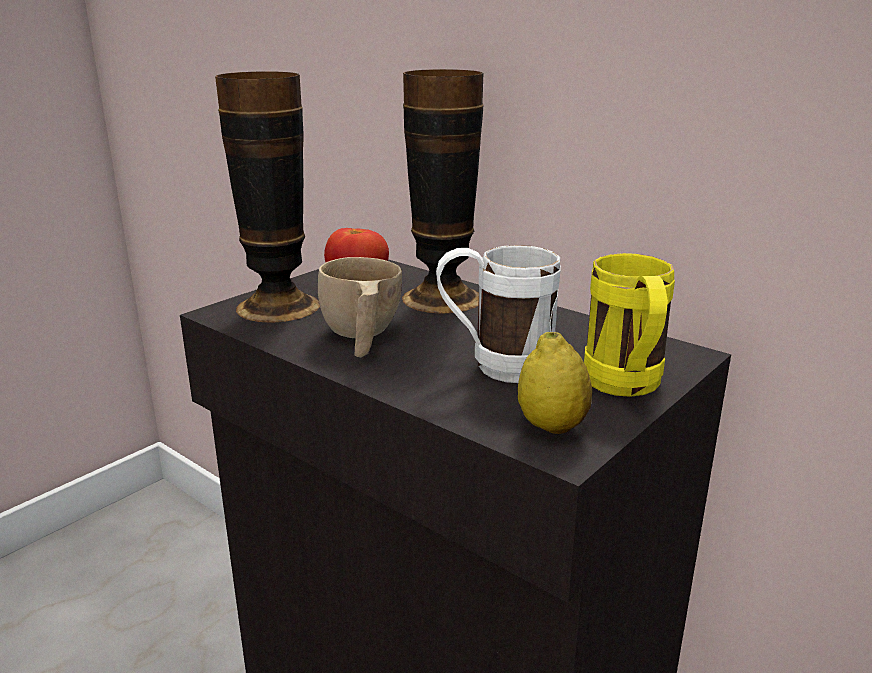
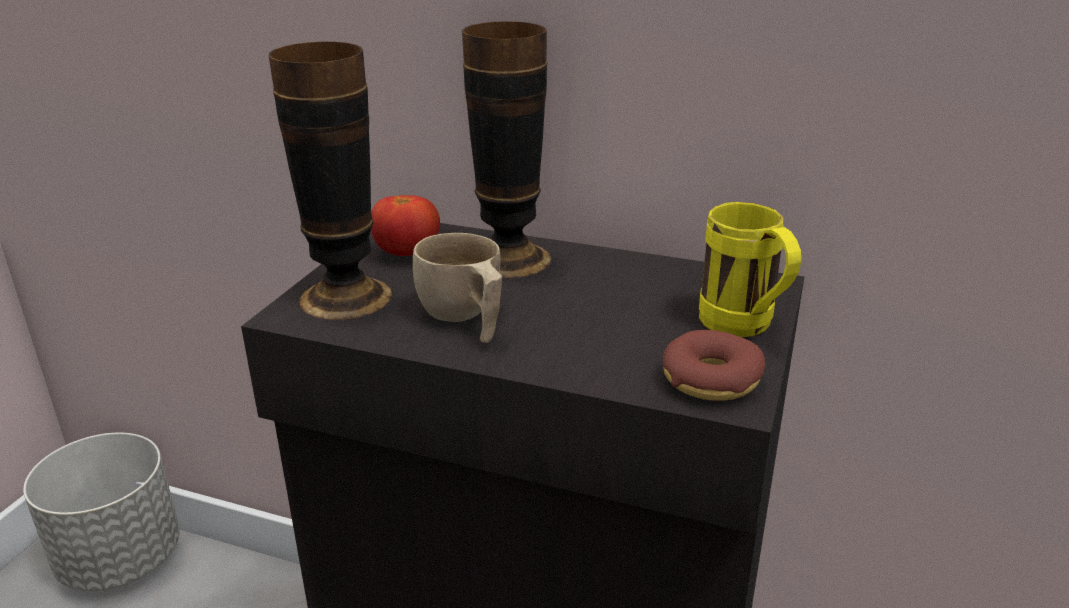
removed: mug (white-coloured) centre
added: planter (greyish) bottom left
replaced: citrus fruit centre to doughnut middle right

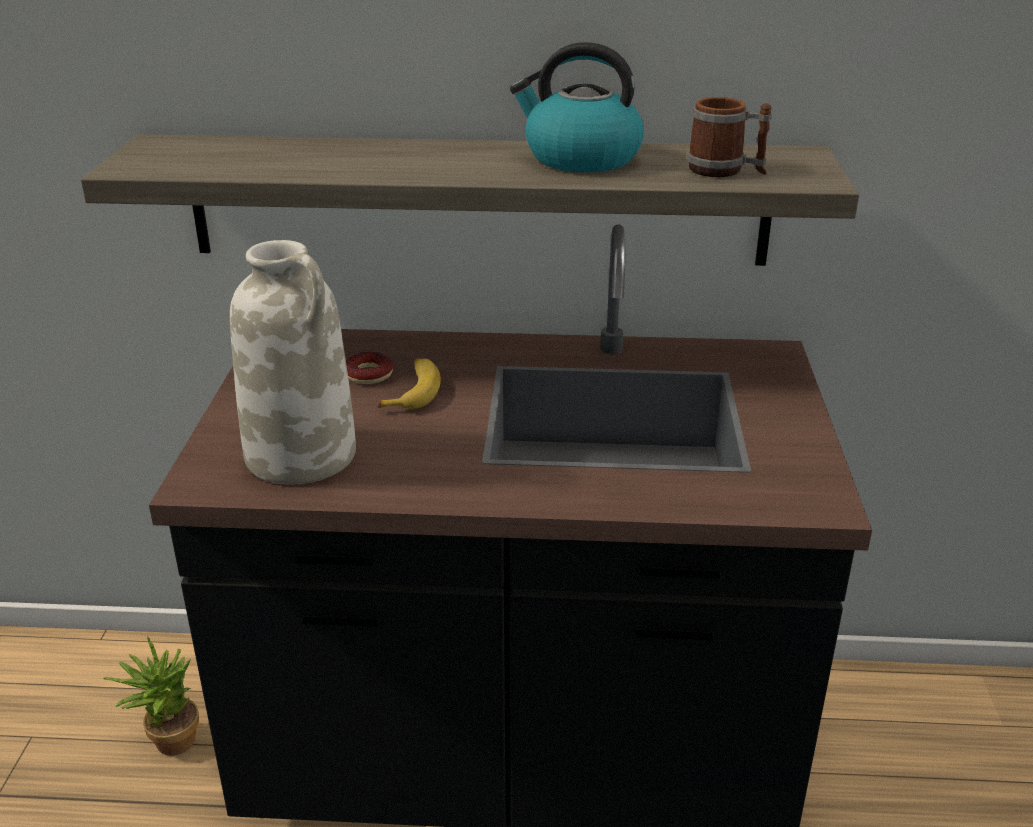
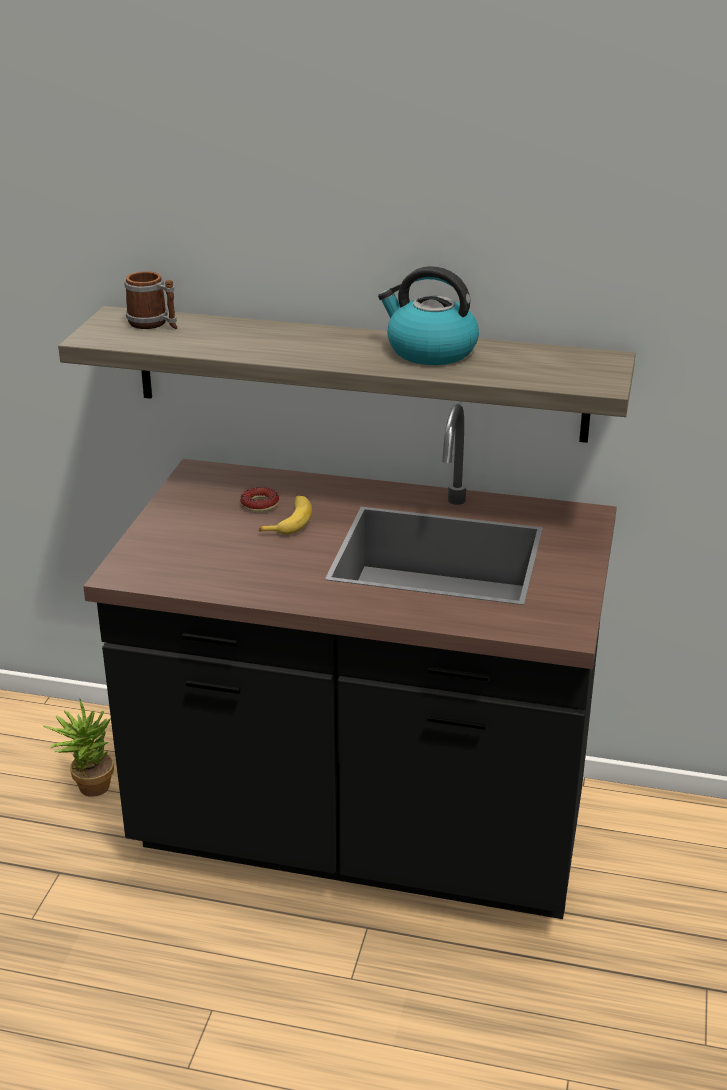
removed: vase (white-coloured) middle left
moved: mug top right to top left

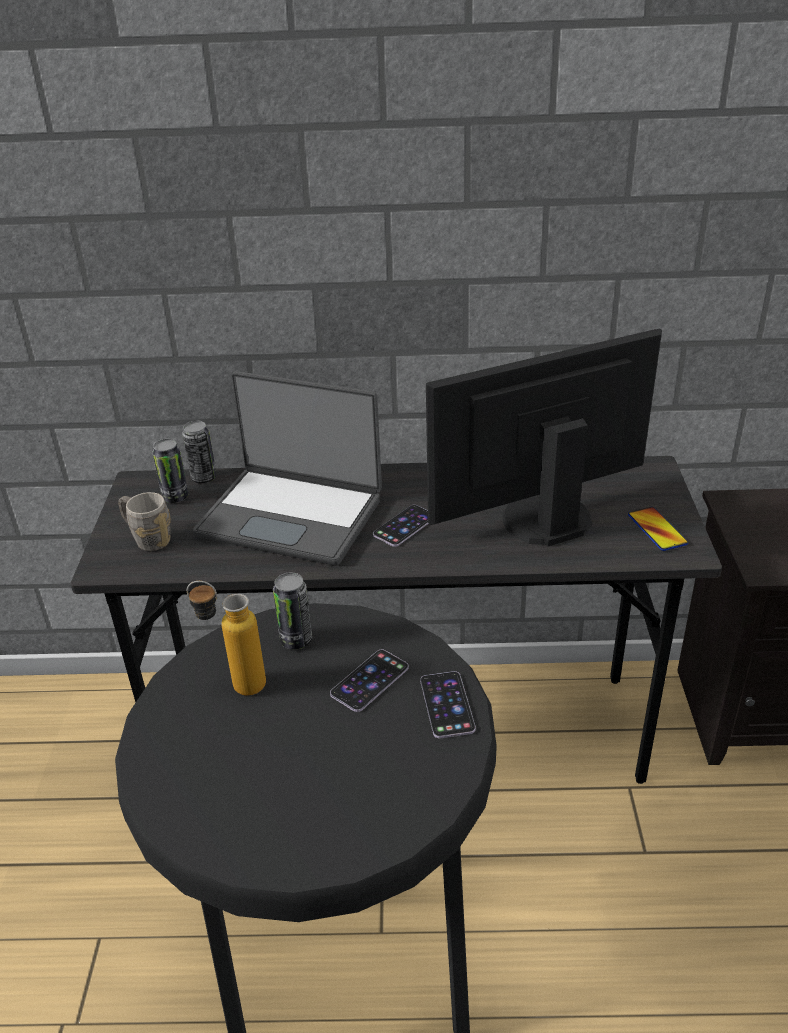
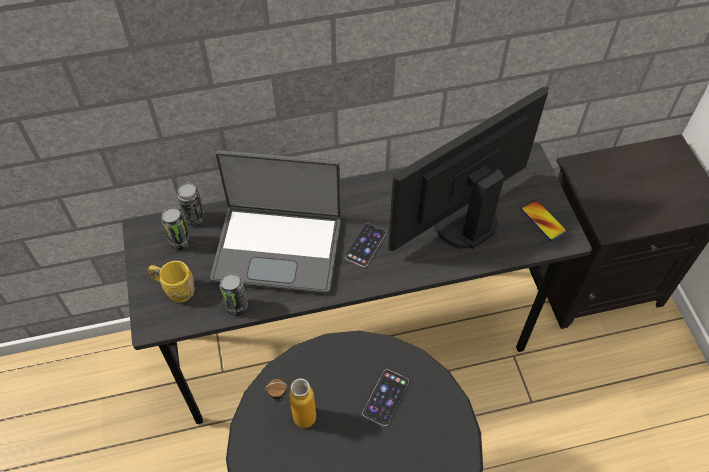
removed: phone (3rd from left) bottom centre
moved: sealed can (3rd from left) centre to middle left
recoloured: mug (greyish) middle left to mug (yellowish) middle left

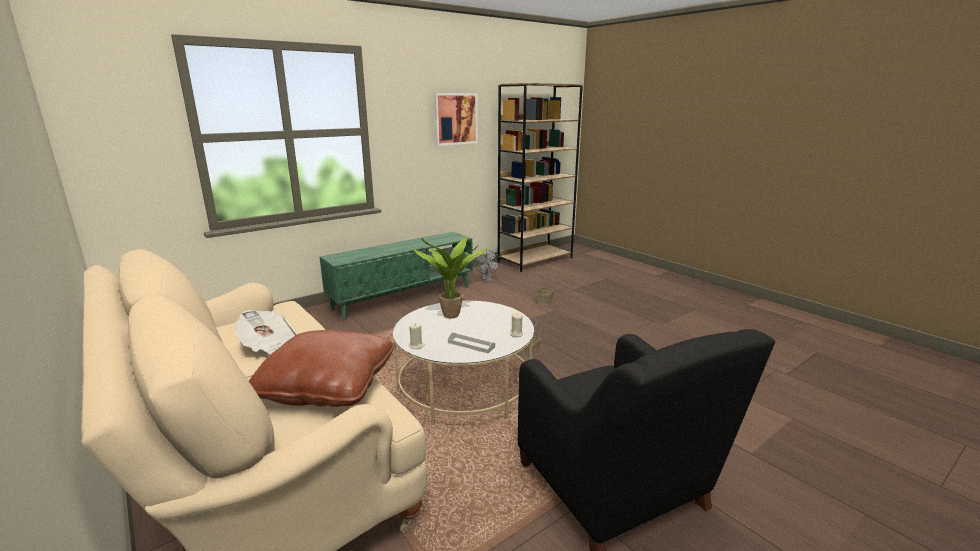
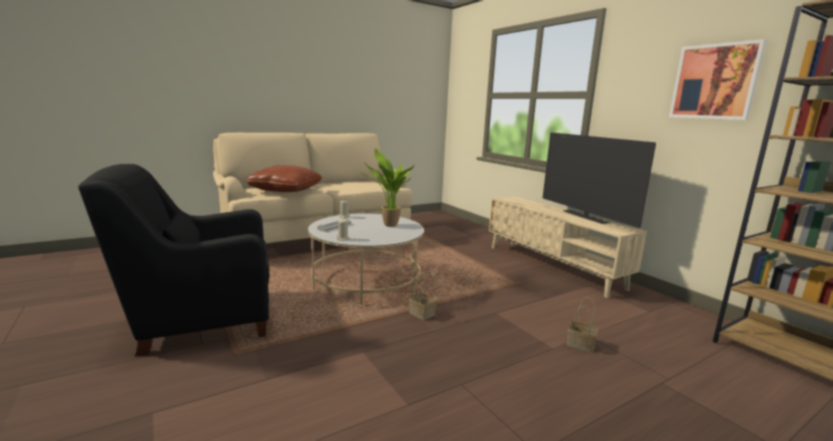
removed: newspaper middle left; electric fan (greyish) centre
added: television middle right
recoloured: tv stand (green-coloured) centre to tv stand (beige-coloured) middle right

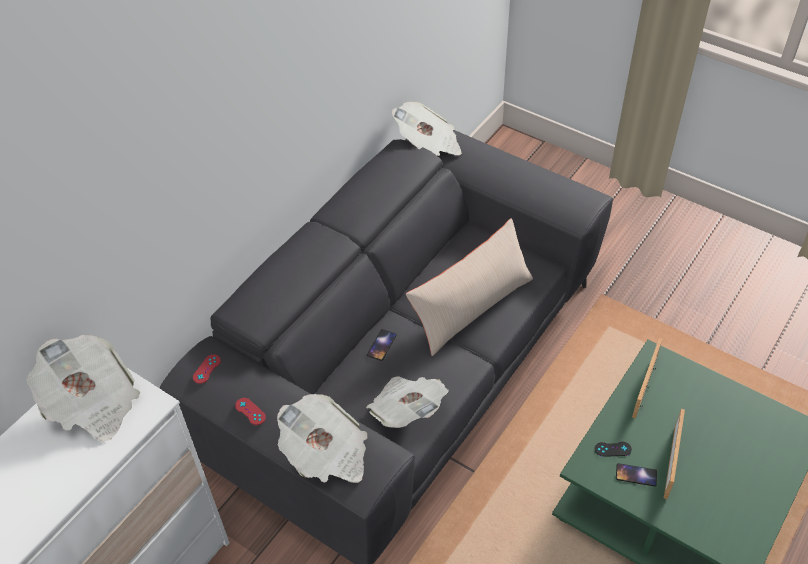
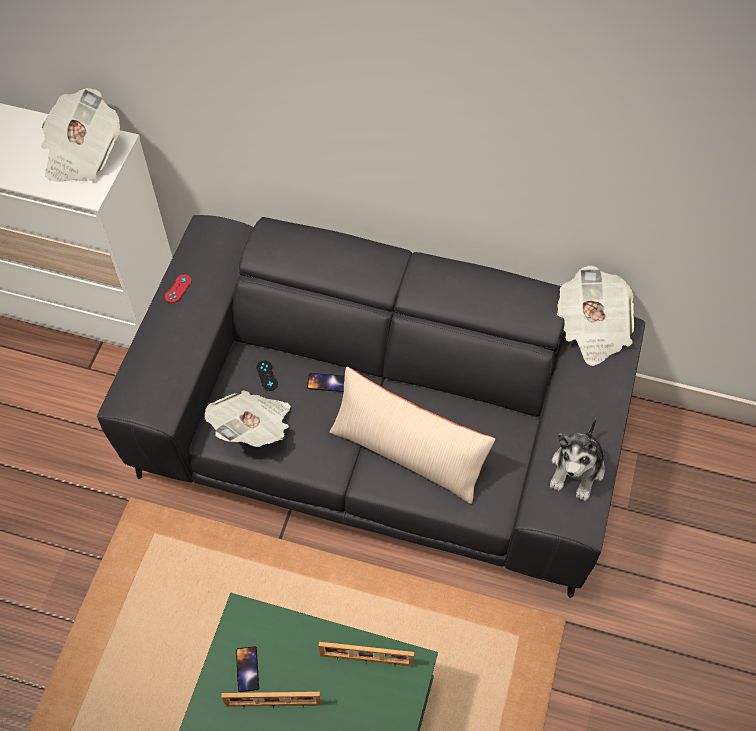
removed: joypad (red-coloured) (1st from left) middle left; newspaper (2nd from left) bottom centre
added: plush toy middle right
moved: joypad (blackish) bottom right to centre

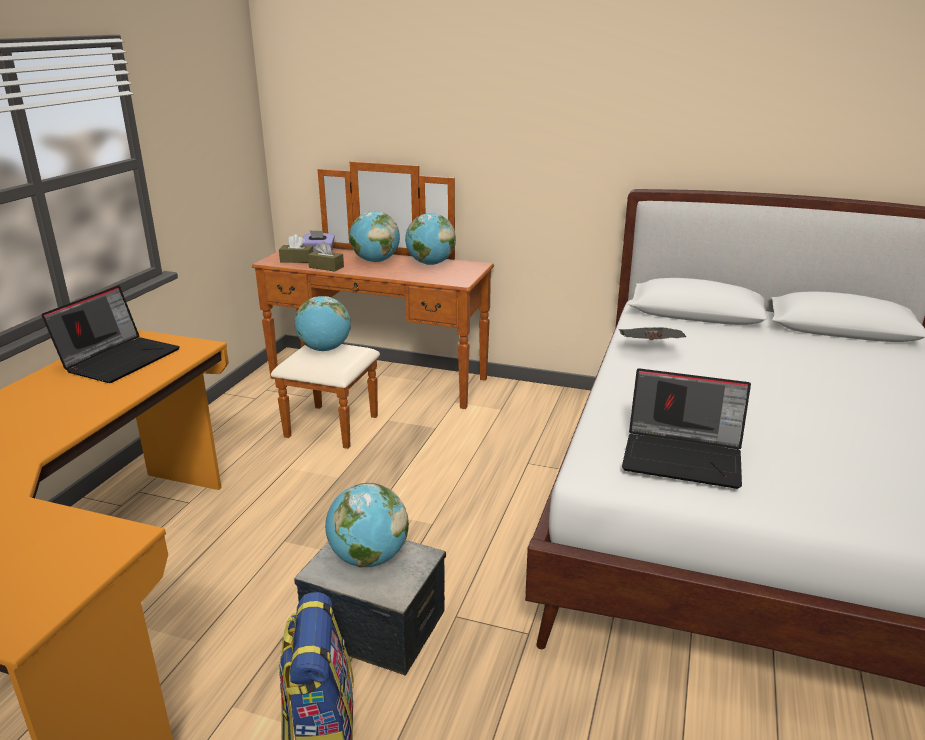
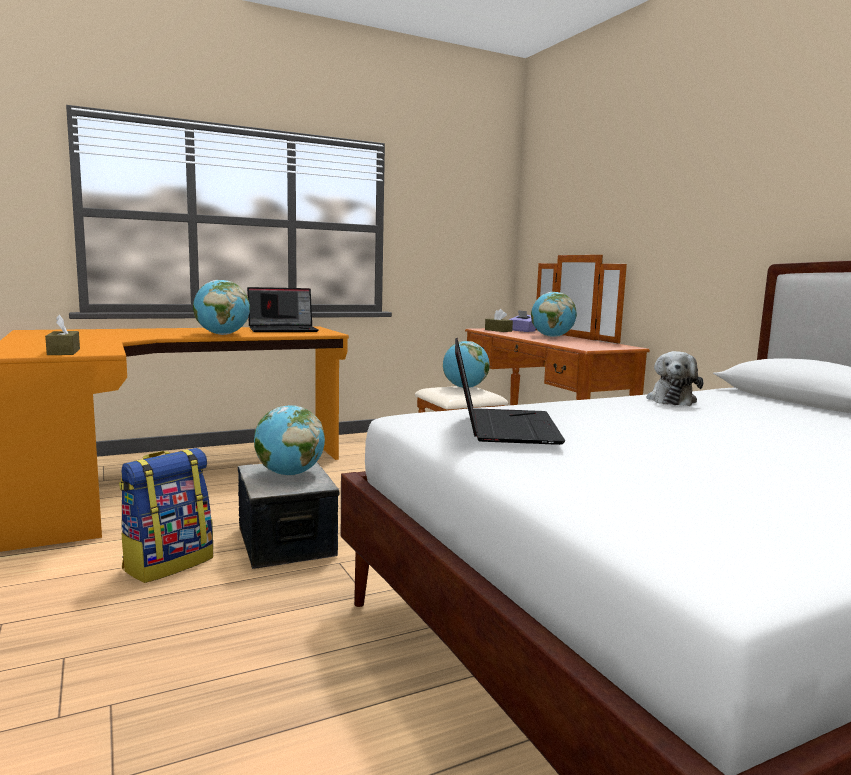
moved: box of tissues (brown-coloured) (2nd from left in the first image) centre to box of tissues (brown-coloured) (1st from left) middle left; world globe (4th from left in the first image) top centre to world globe (1st from left) middle left
replaced: newspaper middle right to plush toy middle right
turned: portable computer (2nd from left) middle right = centre 150 degrees counterclockwise

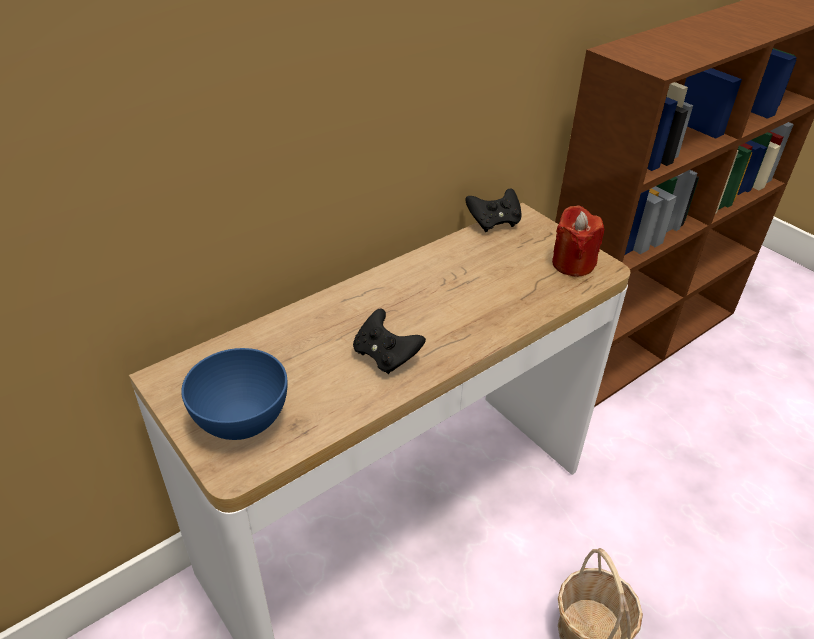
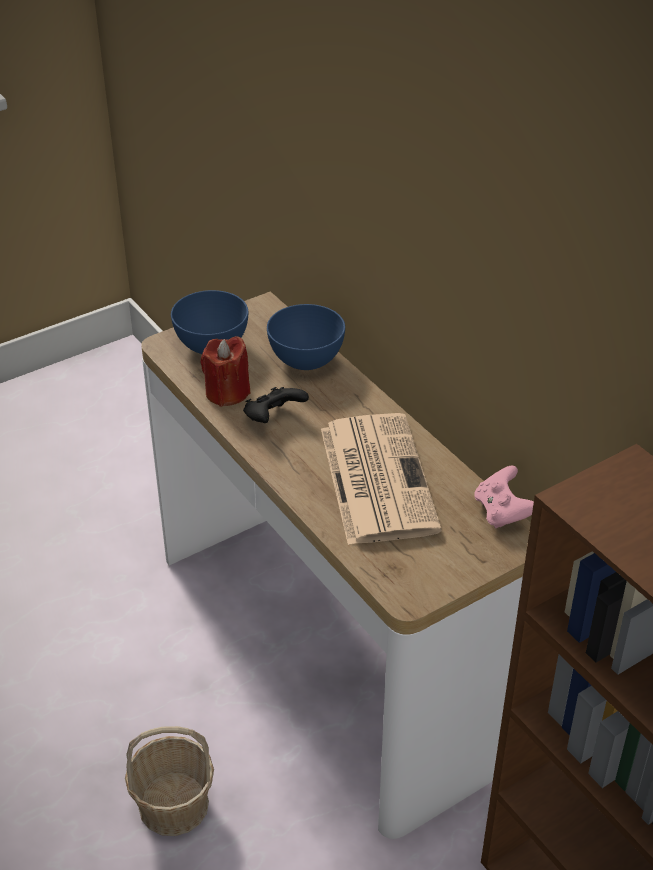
added: serving bowl (blue-coloured) (2nd from left) centre; newspaper centre
moved: wax light (red-coloured) middle right to centre
recoloured: joypad (blackish) (2nd from left) top centre to joypad (pink-coloured) middle right

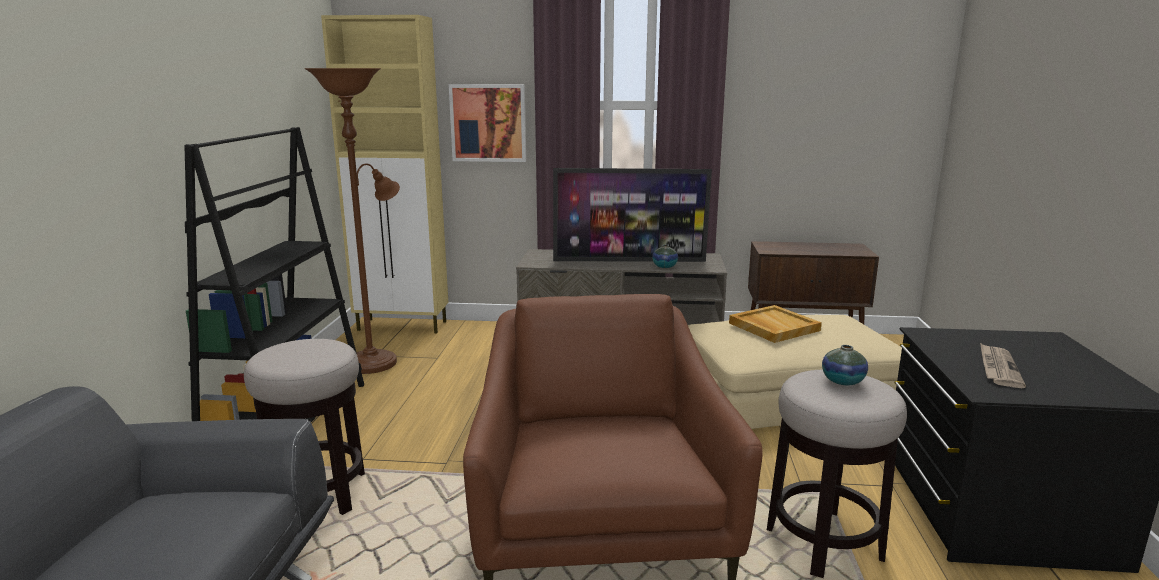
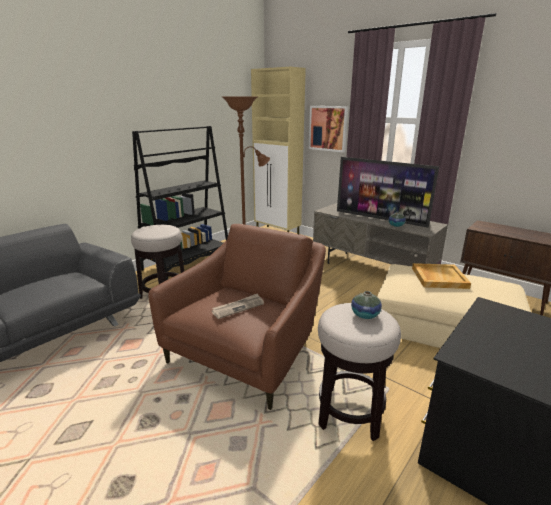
moved: newspaper middle right to centre

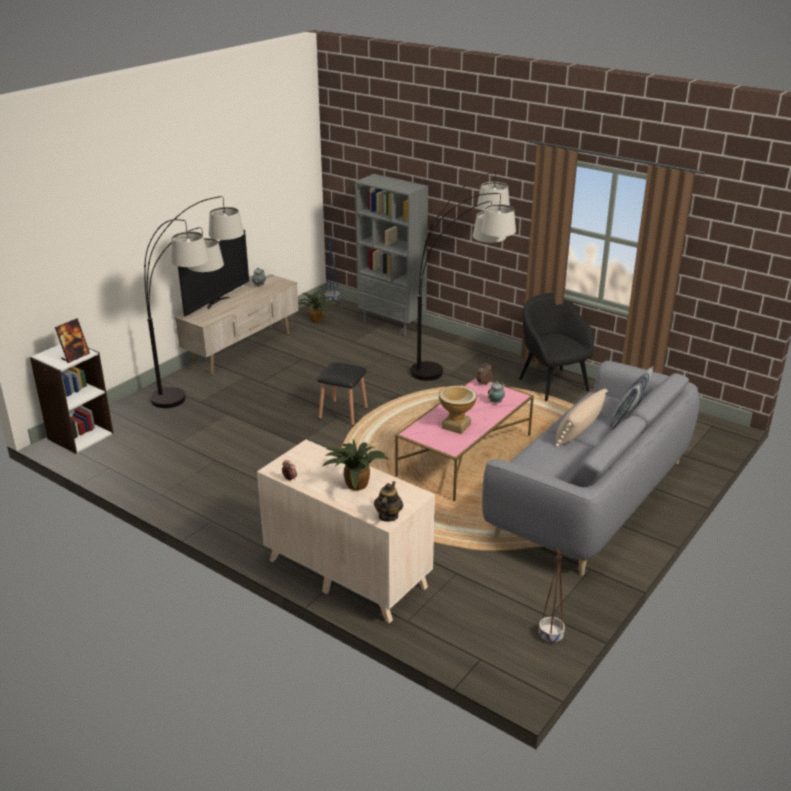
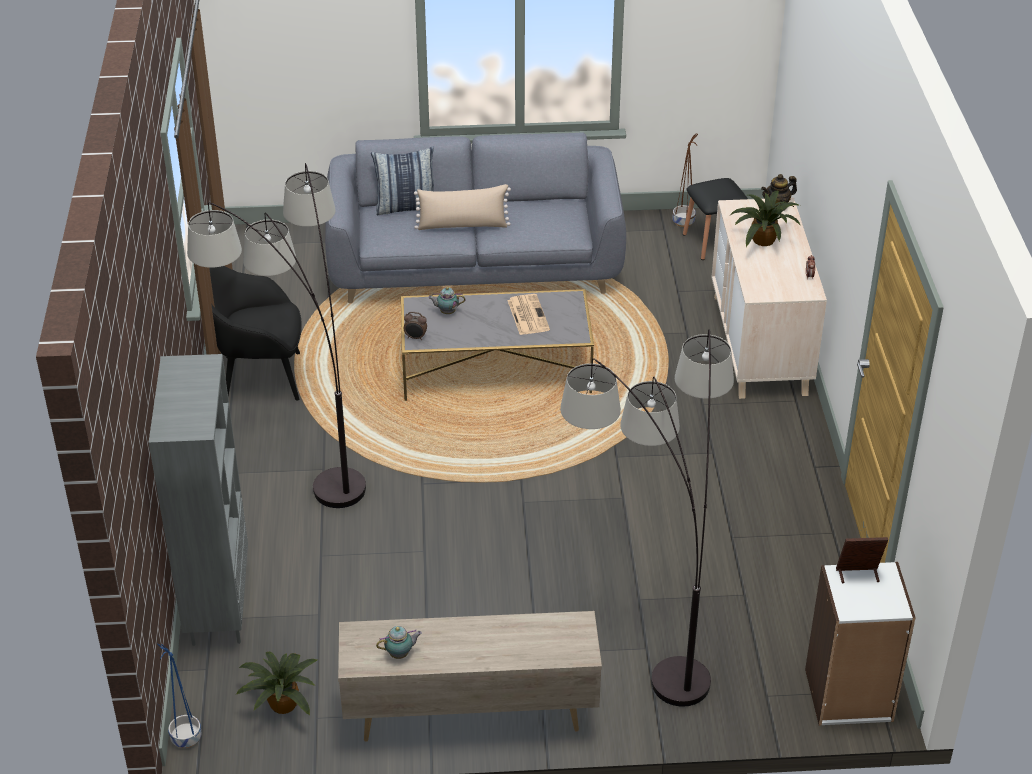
removed: television middle left
moved: stool seat (blackish) centre to top right
replaced: vase centre to newspaper centre
recoloured: lounge table (pink-coloured) centre to lounge table (greyish) centre
turned: lounge chair (blackish) middle right = middle left 60 degrees clockwise

